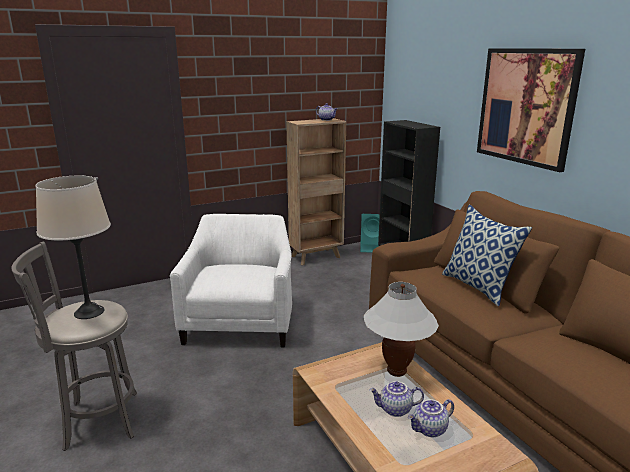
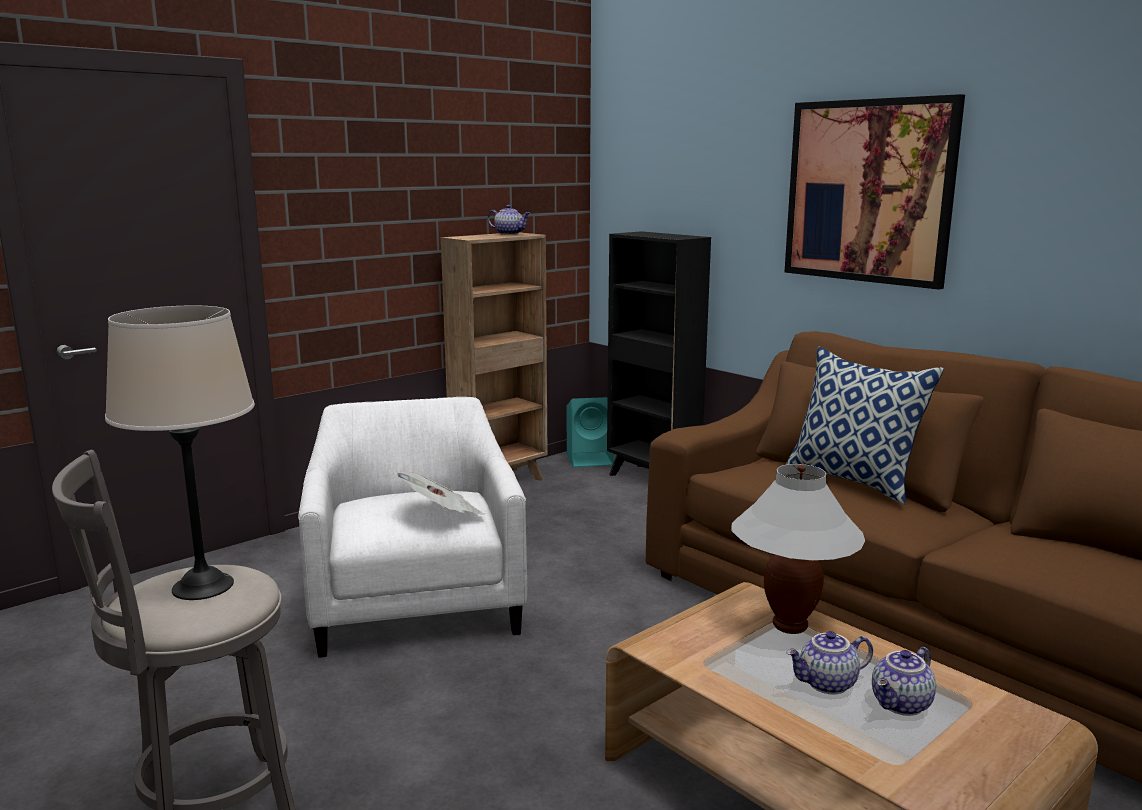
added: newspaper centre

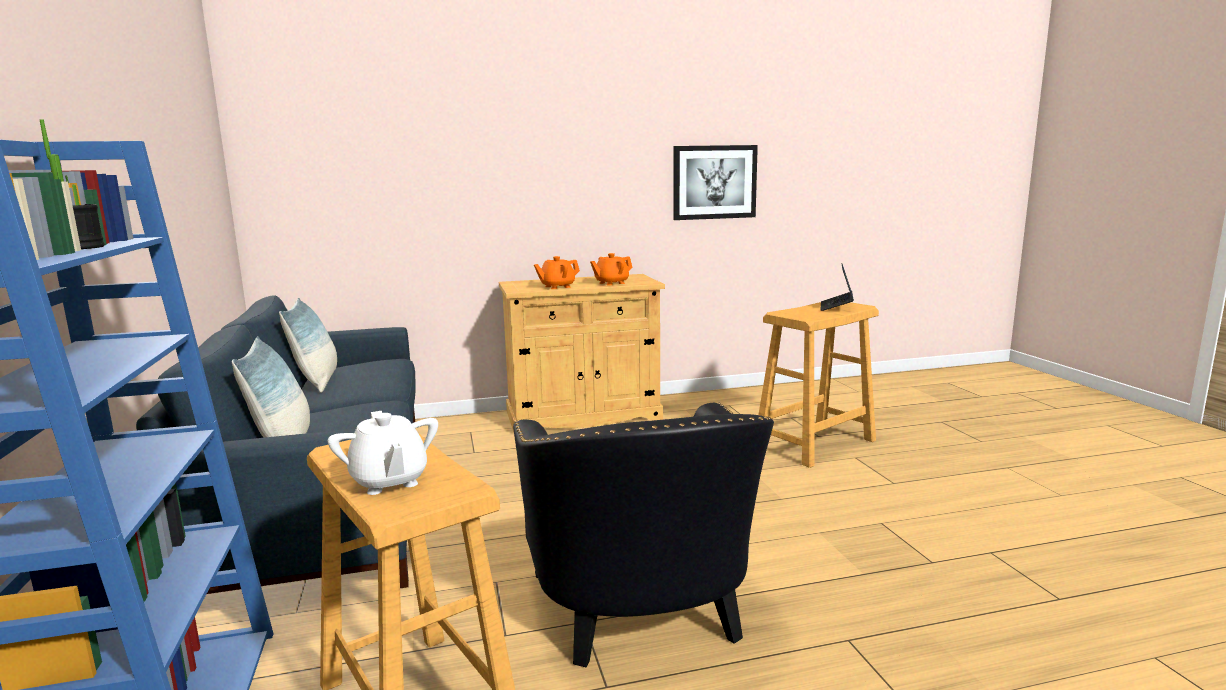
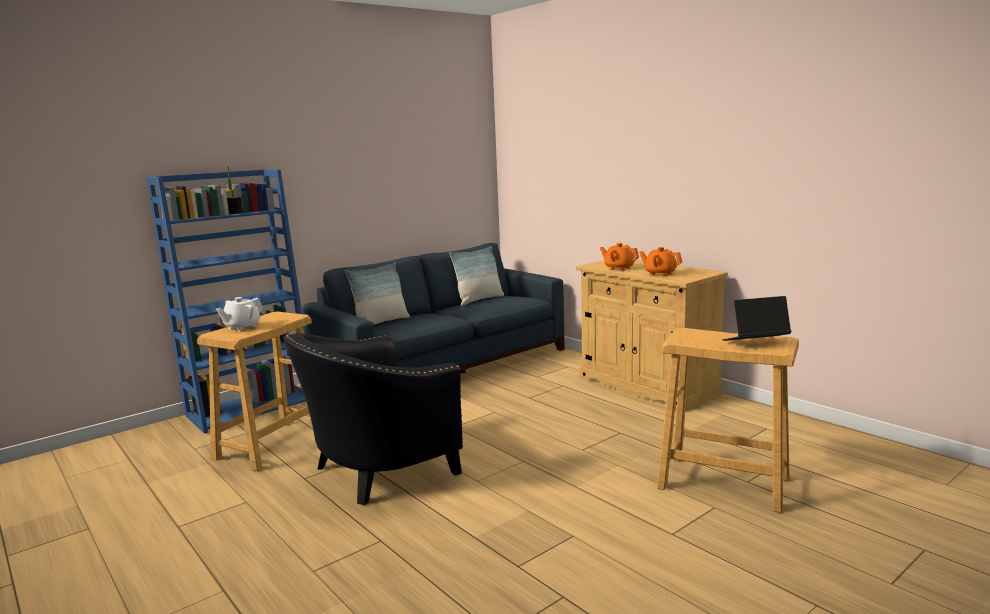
removed: picture top centre

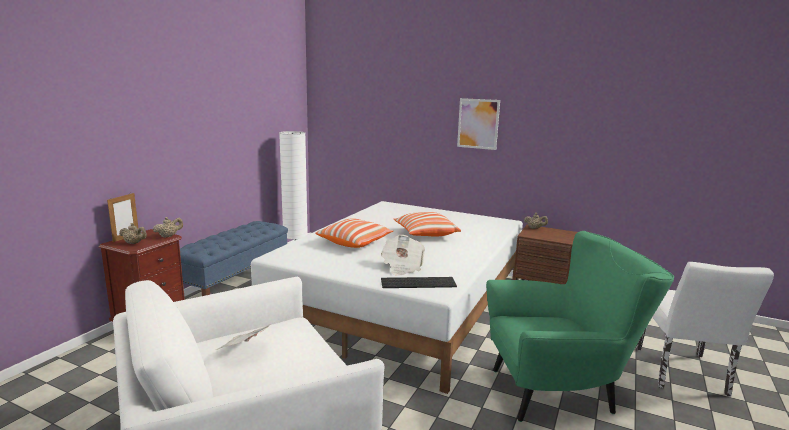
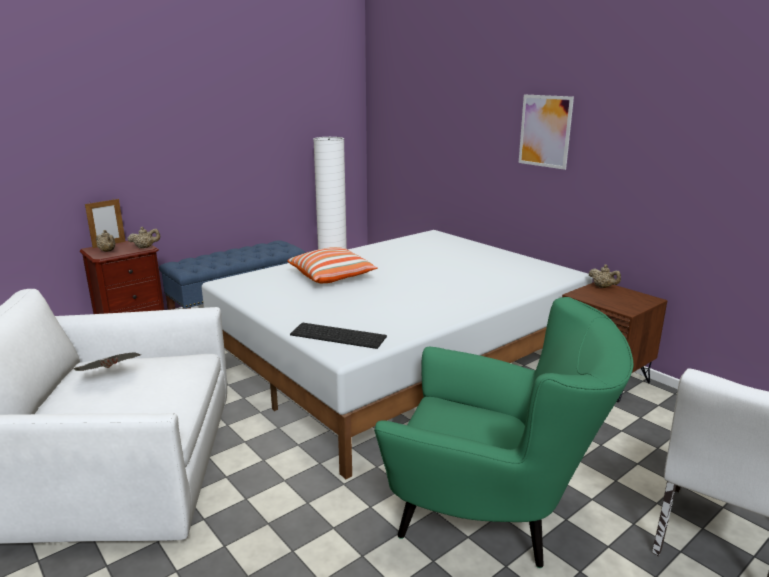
removed: newspaper (2nd from left) centre; cushion (2nd from left) centre

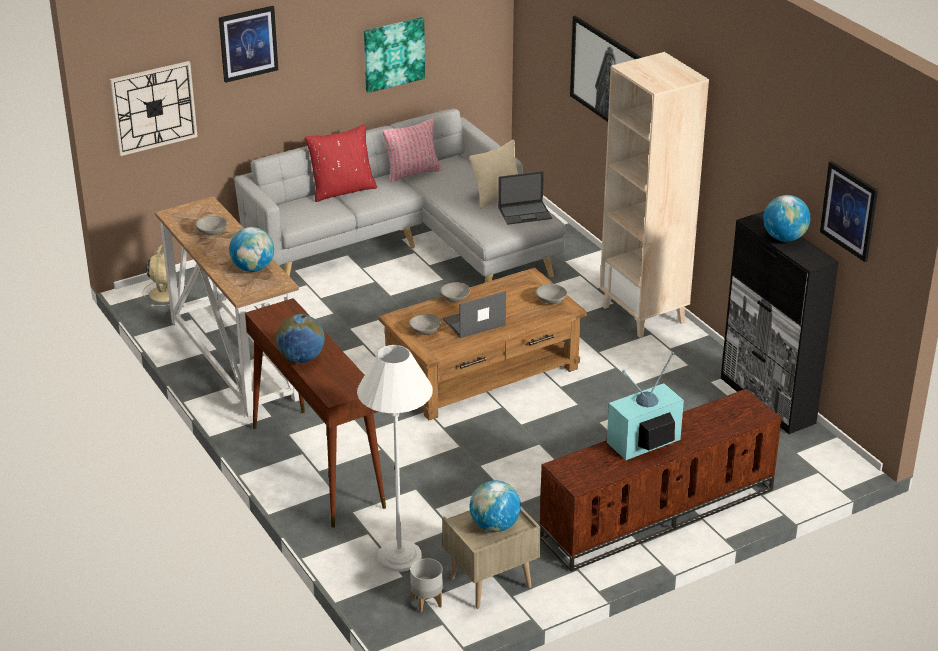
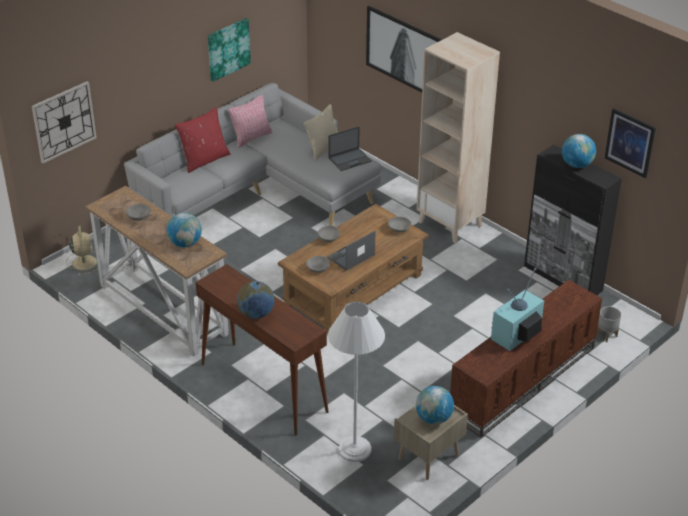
removed: picture (1st from left) top left
moved: planter (greyish) bottom centre to middle right

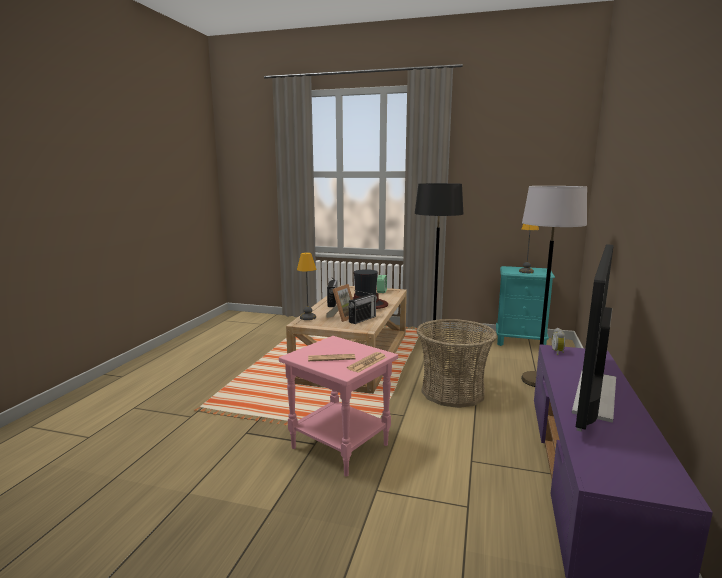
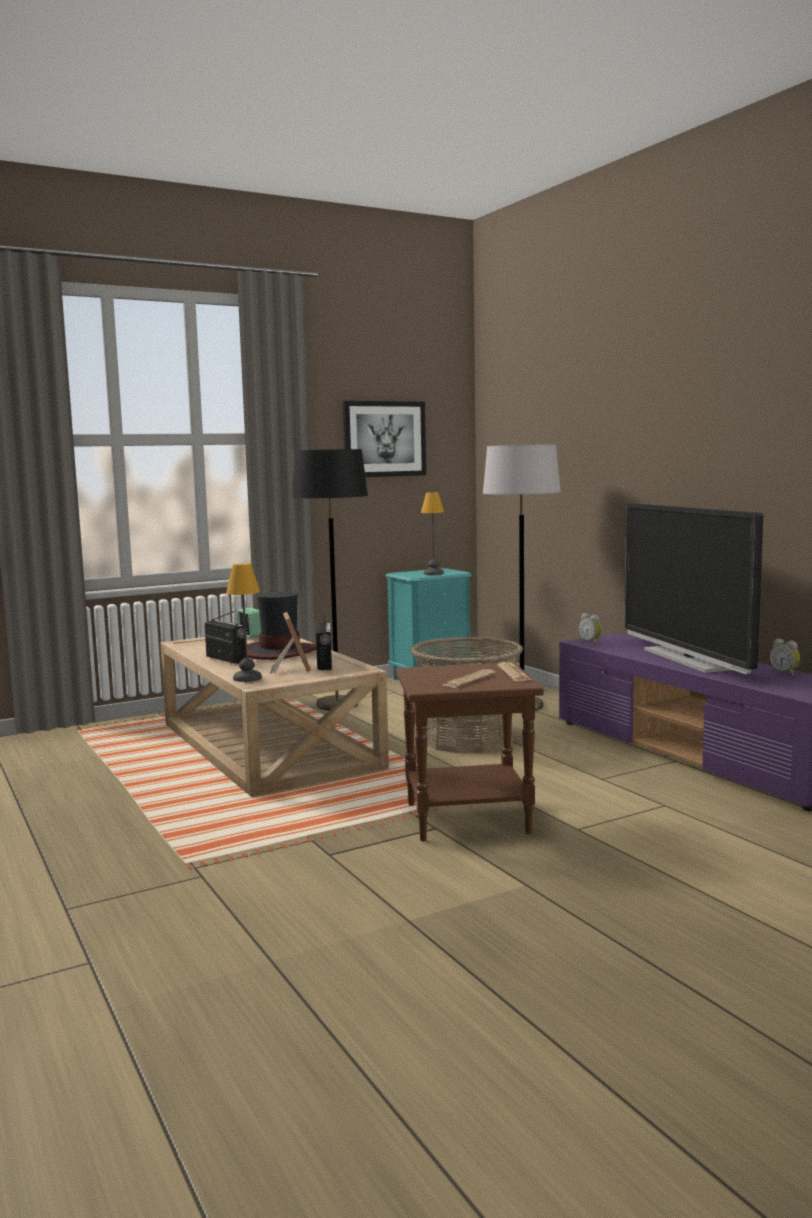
added: picture centre; table clock (3rd from left) middle right
recoloured: side table (pink-coloured) bottom centre to side table (brown-coloured) centre

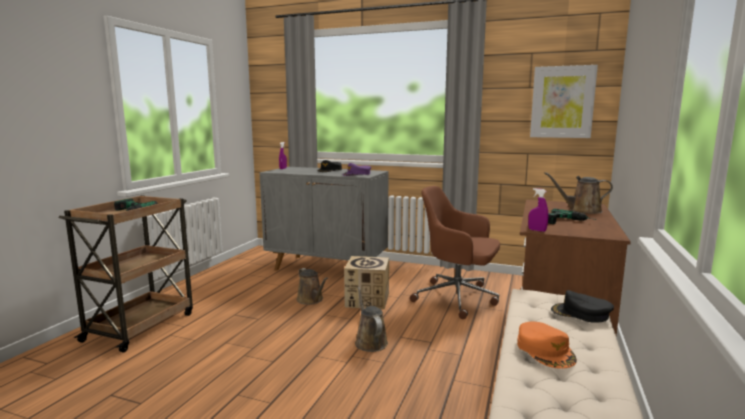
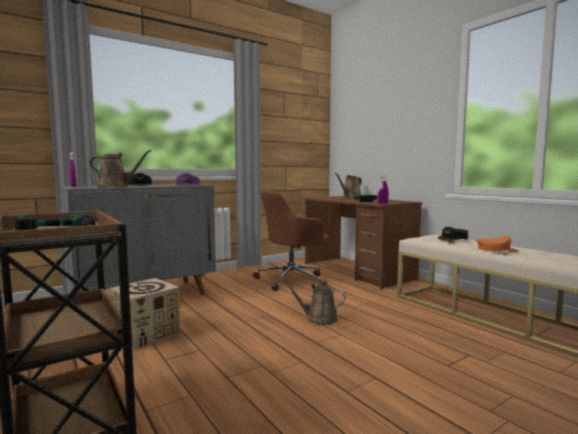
removed: picture top right
moved: watering can (brown-coloured) (1st from left) bottom centre to middle left; cardboard box bottom centre to bottom left

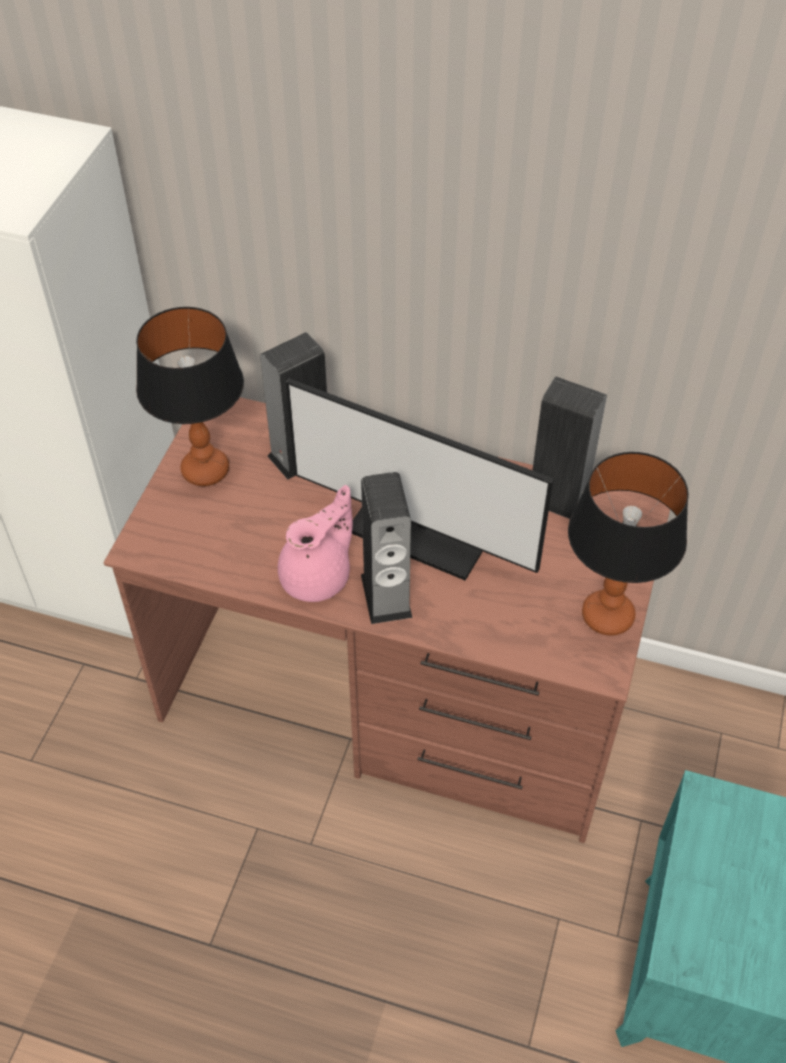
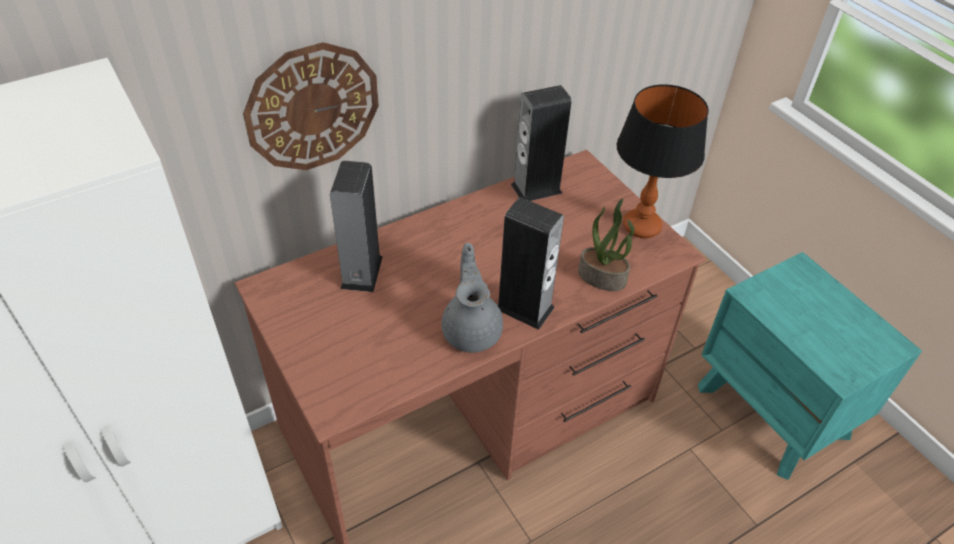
removed: lamp for a table (1st from left) middle left; monitor centre
added: hanging clock top left; plant in a pot centre
recoloured: pot for tea (pink-coloured) centre to pot for tea (greyish) centre

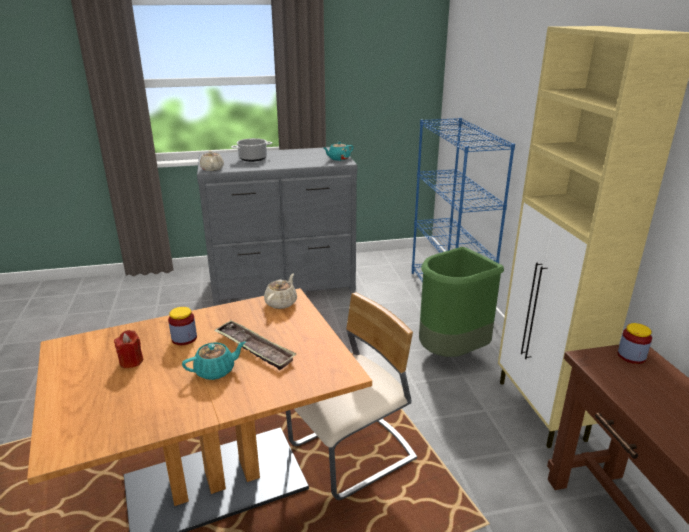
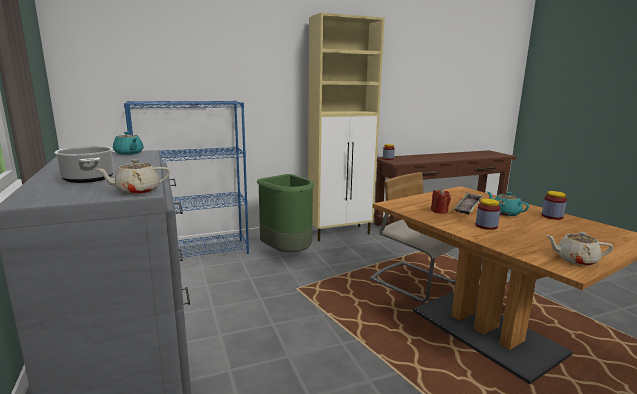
added: storage jar (3rd from left) middle right
moved: wax light (red-coloured) middle left to middle right; pot for tea (beige-coloured) (2nd from left) centre to middle right

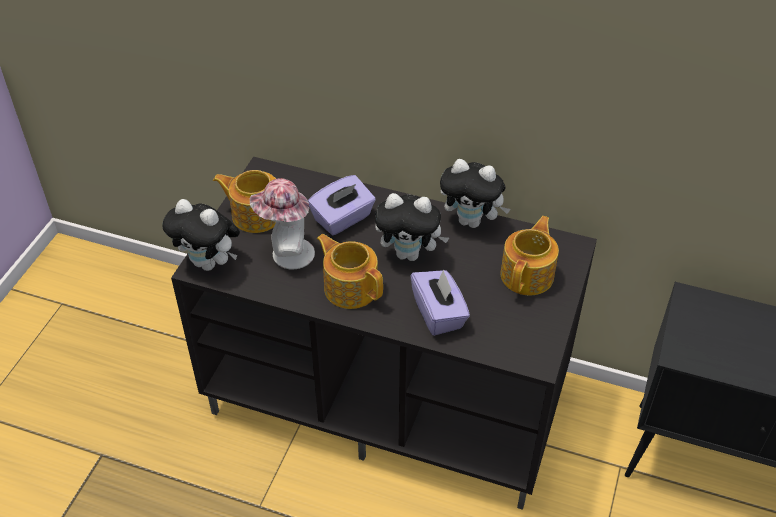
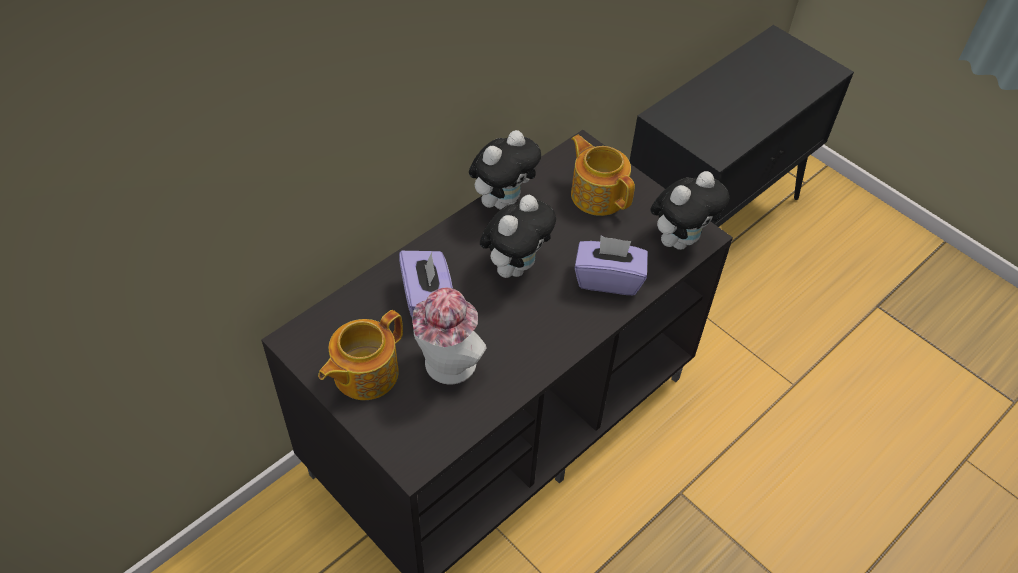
removed: pot for tea (2nd from left) centre
moved: plush toy (1st from left in the first image) middle left to plush toy (3rd from left) middle right

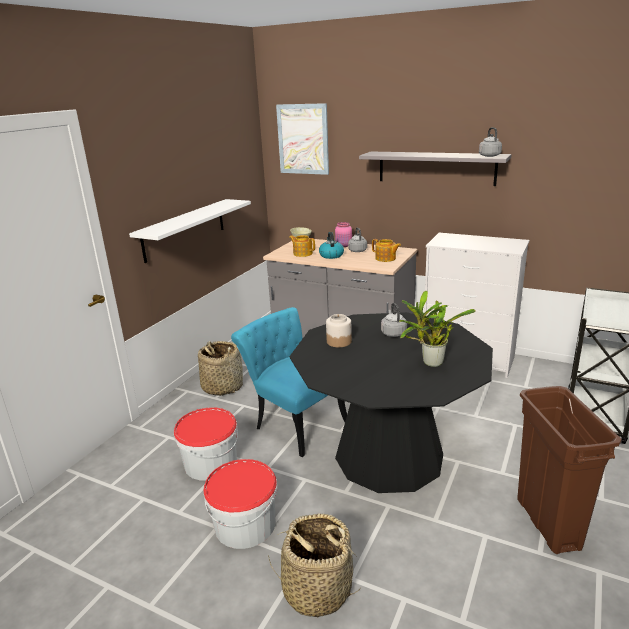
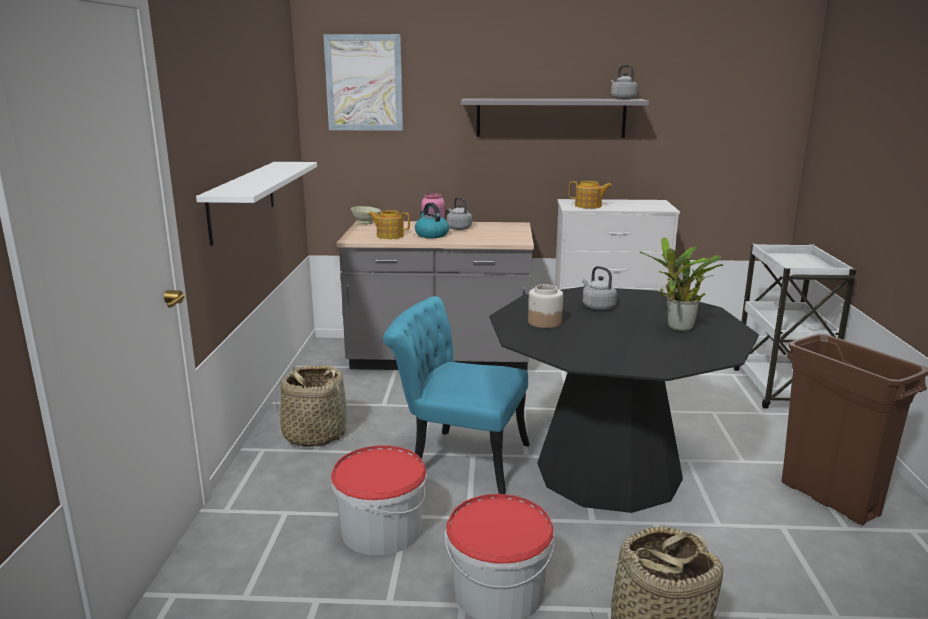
moved: pot for tea (2nd from left) centre to top centre

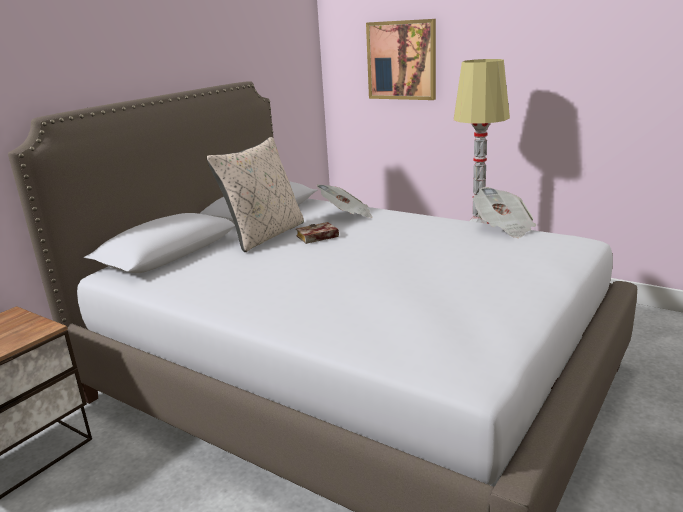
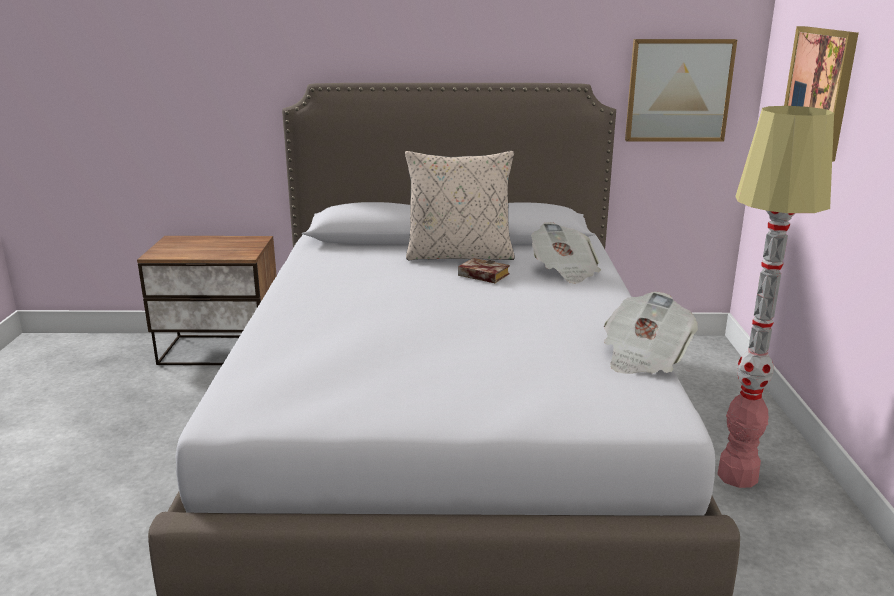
added: picture (1st from left) top right

